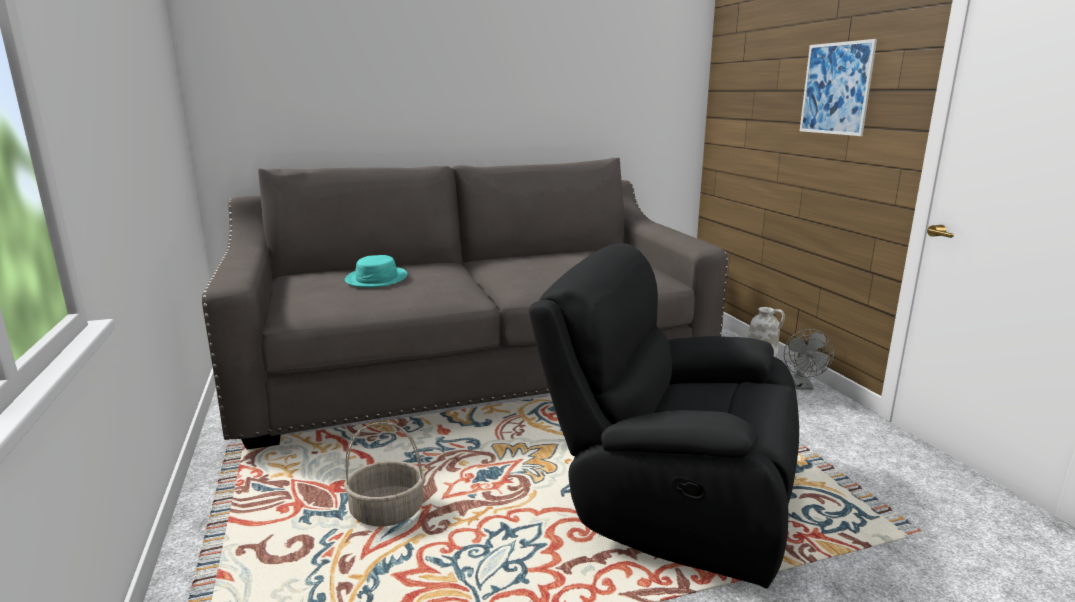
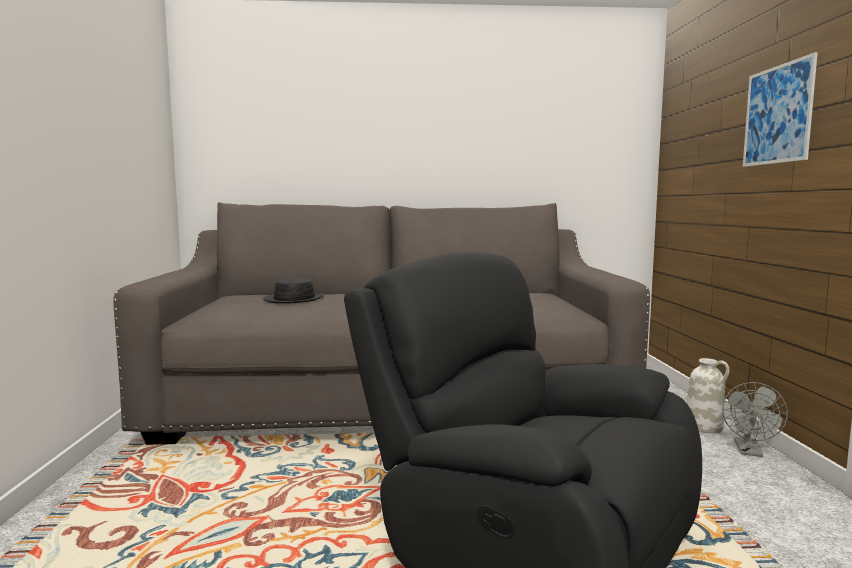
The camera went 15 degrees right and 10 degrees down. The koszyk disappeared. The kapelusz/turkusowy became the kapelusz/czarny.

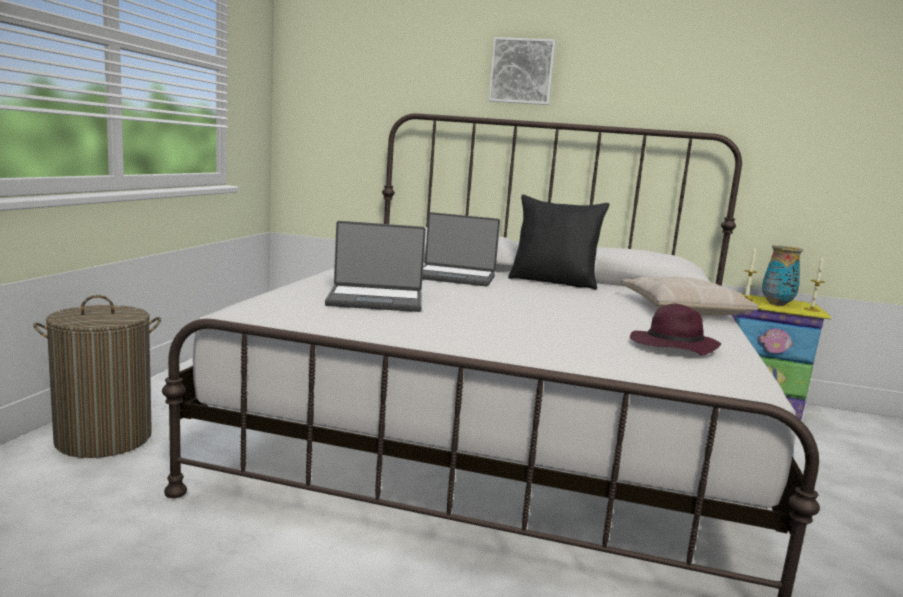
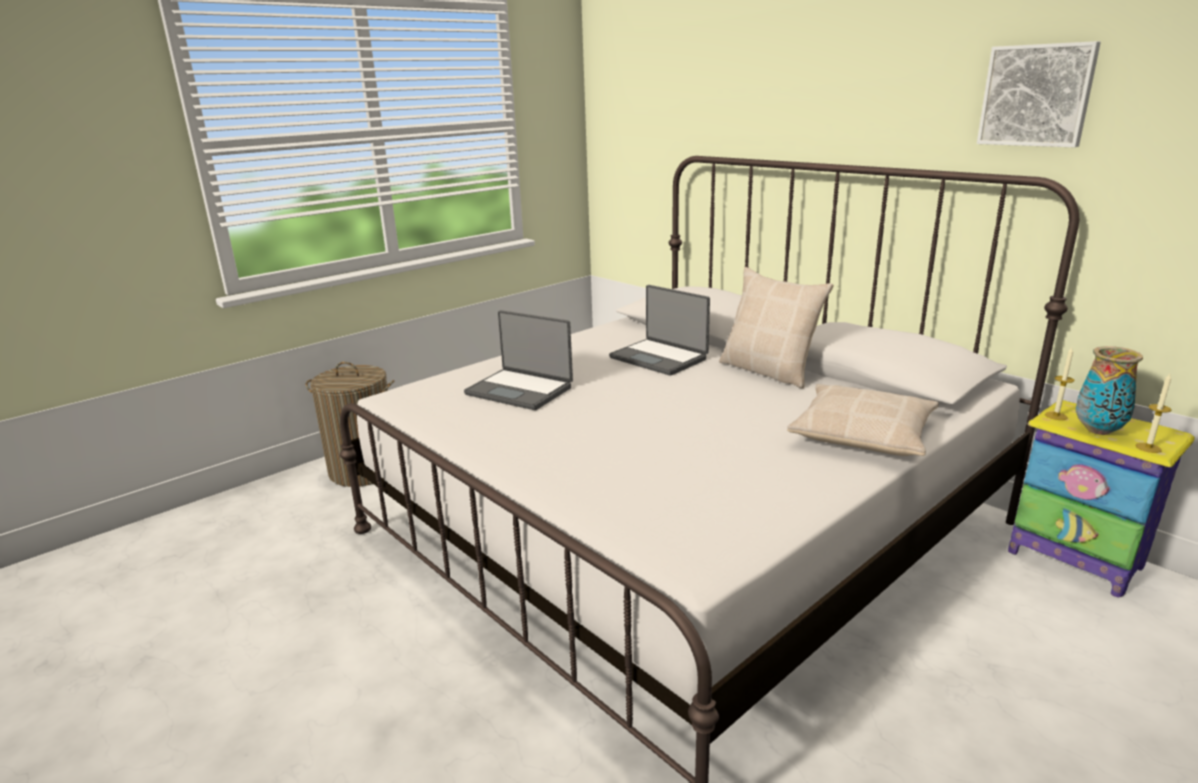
The camera went 35 degrees right and 10 degrees up. The obraz moved. The poduszka/czarny became the poduszka/beżowy (1st from left). The kapelusz/fioletowy disappeared.

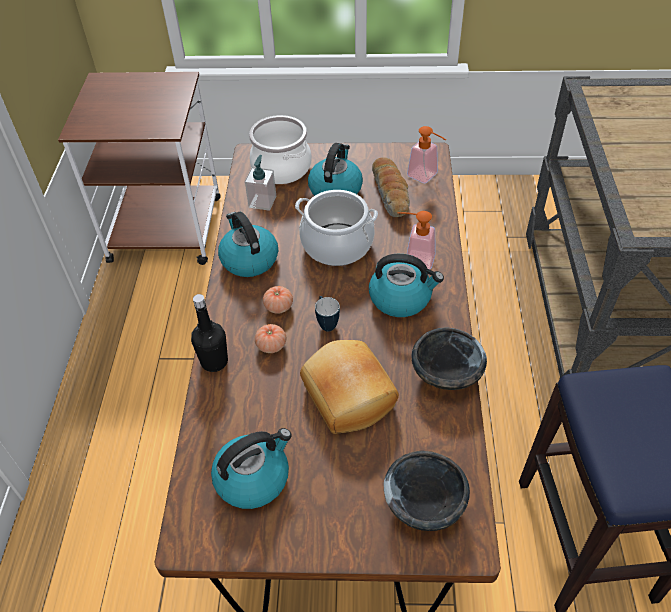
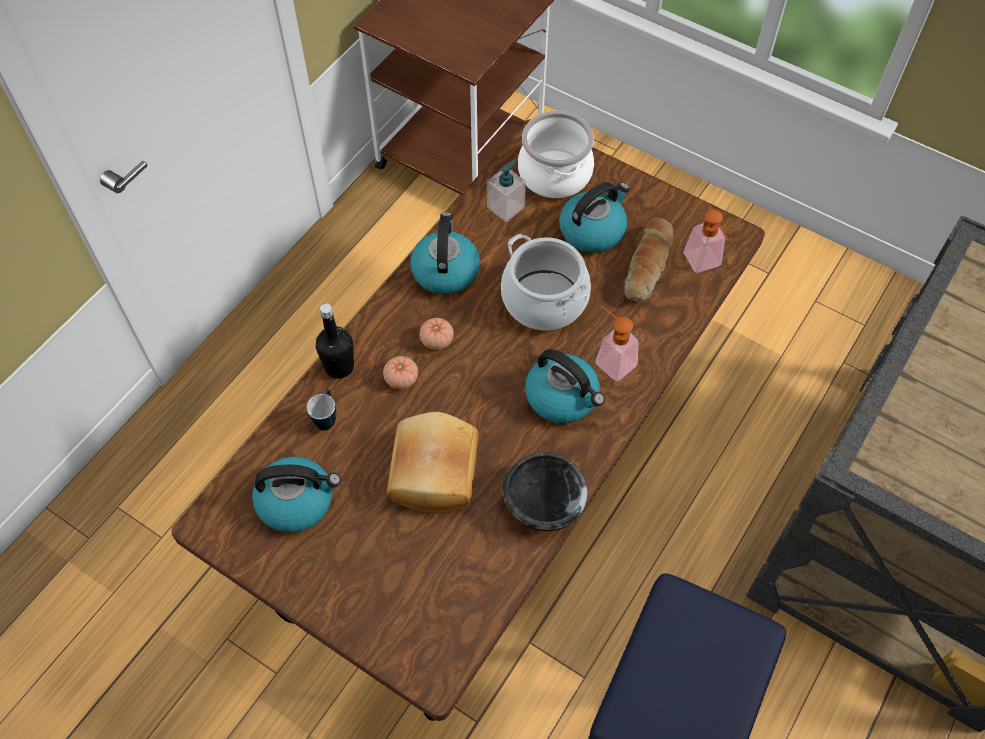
The camera went 30 degrees right and 10 degrees up. The kubek moved. The miska/czarny (1st from left) disappeared.

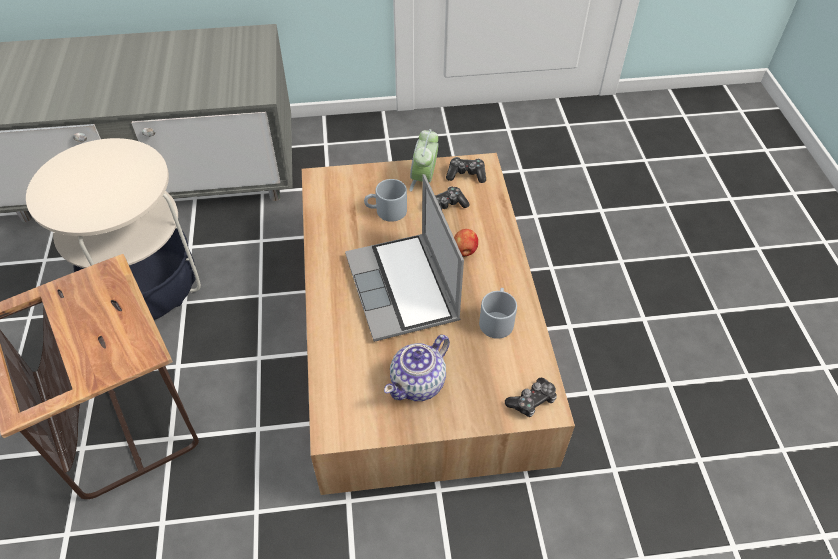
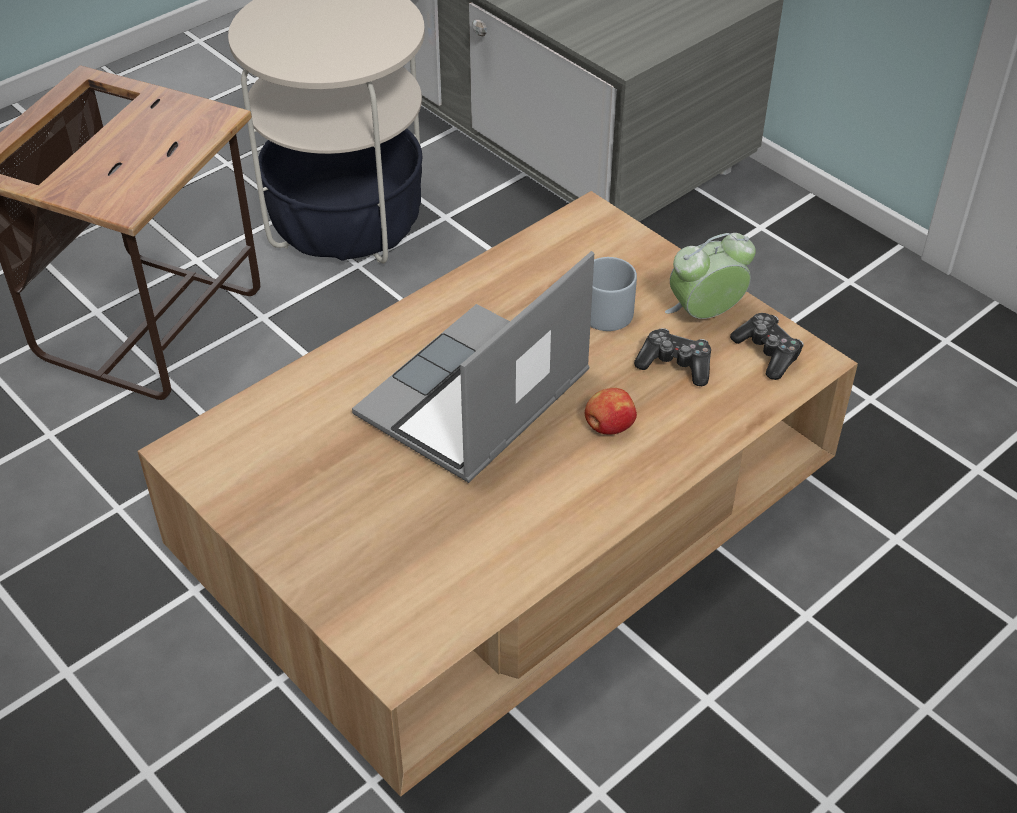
The camera went 55 degrees right and 5 degrees down. The imbryk disappeared. The kubek/szary (2nd from left) disappeared. The pad do gier (3rd from left) disappeared.

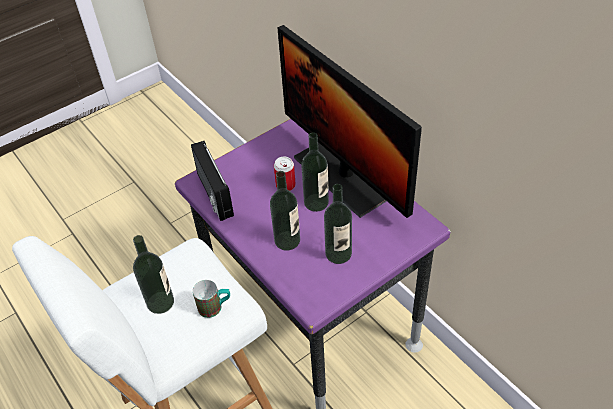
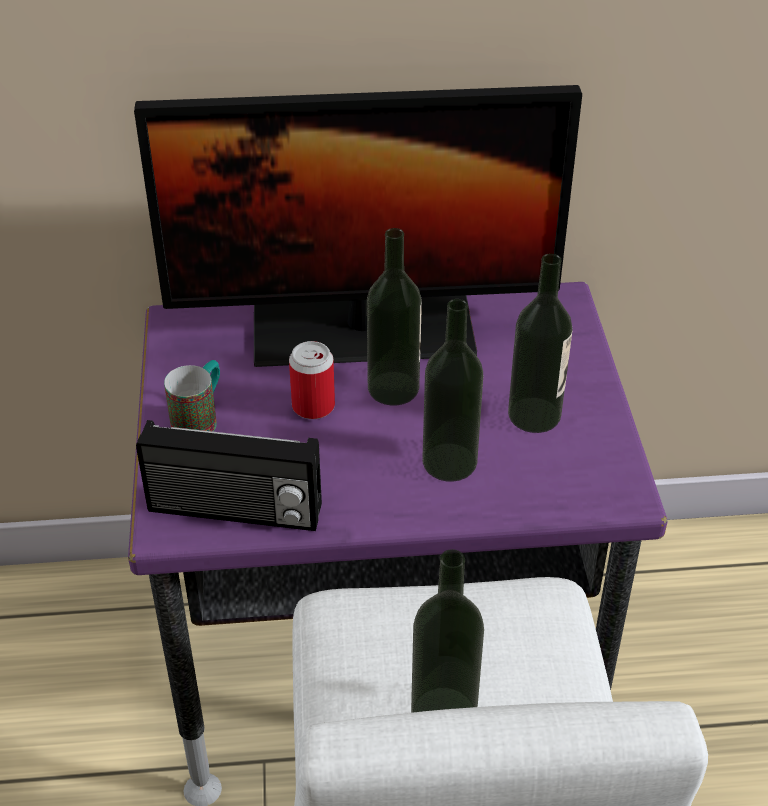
The camera went 60 degrees left and 5 degrees down. The kubek moved.

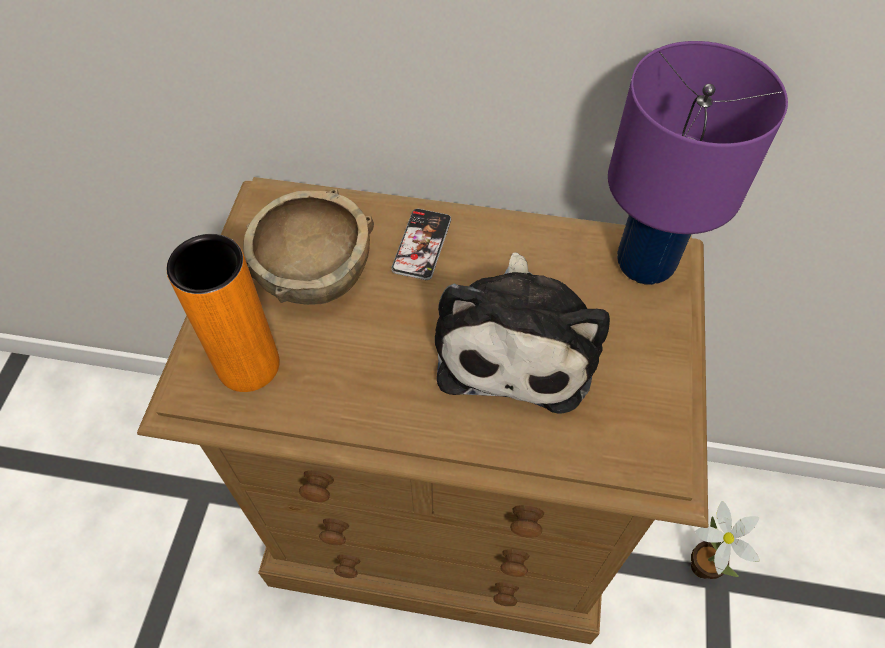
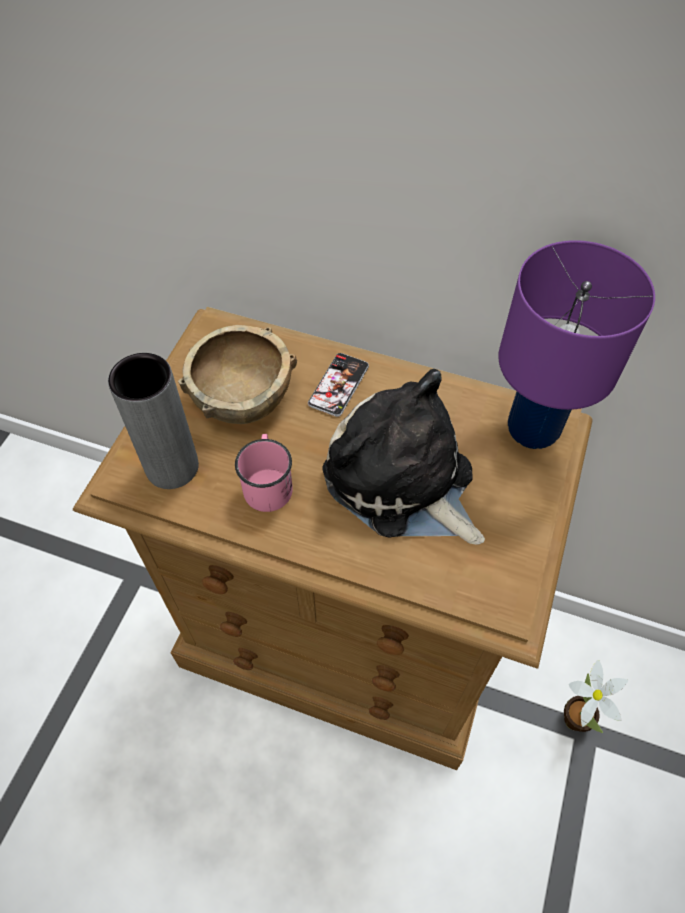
The camera went 10 degrees right and 0 degrees up. The wazon/pomarańczowy became the wazon/szary. The pluszak turned 120 degrees clockwise. The kubek/różowy appeared.

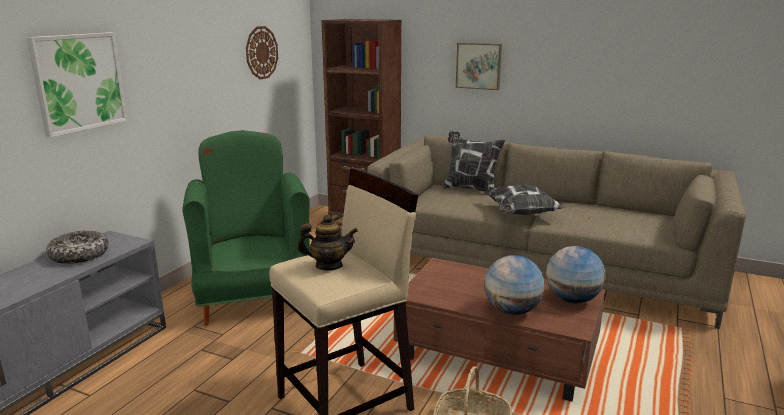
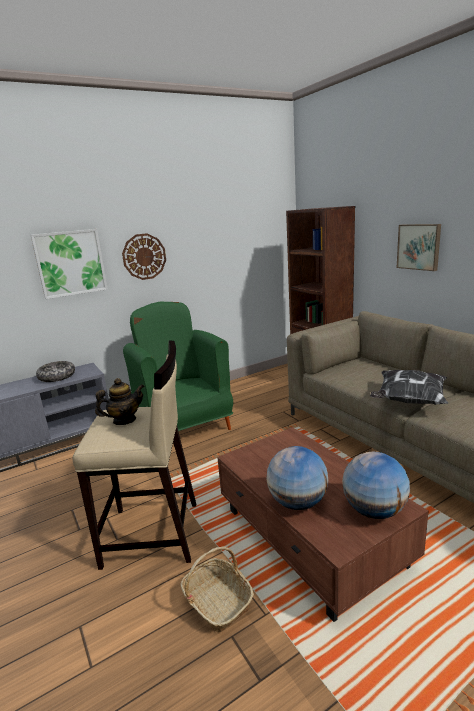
The camera went 35 degrees right and 0 degrees up. The fotel/zielony turned 45 degrees counterclockwise. The zegar ścienny moved. The imbryk turned 60 degrees counterclockwise. The poduszka (1st from left) disappeared.

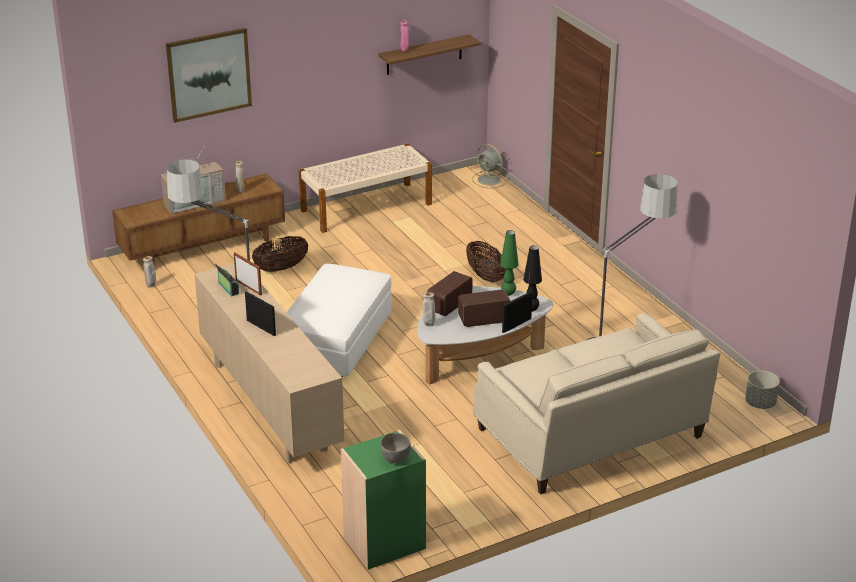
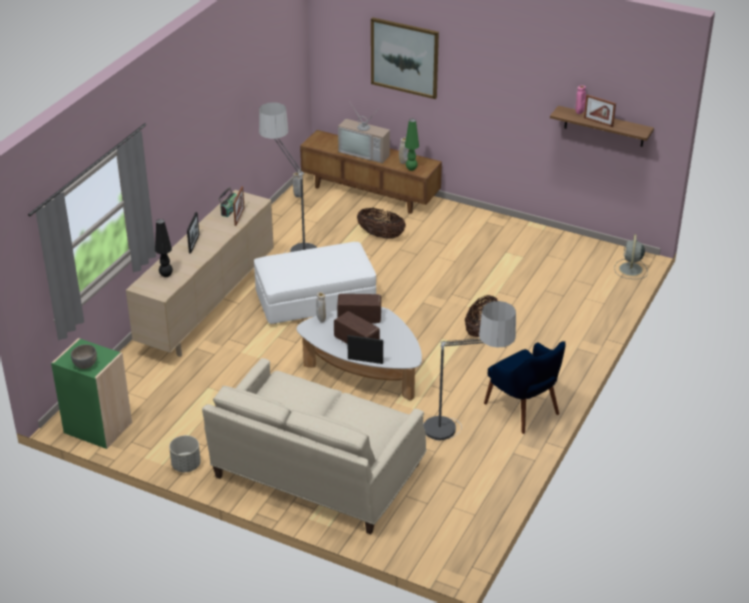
The camera went 55 degrees right and 5 degrees up. The ławka/beżowy disappeared. The lampa stołowa/zielony moved. The lampa stołowa/czarny moved. The donica/szary moved. The fotel/niebieski appeared. The ramka na zdjęcie (4th from left) appeared.

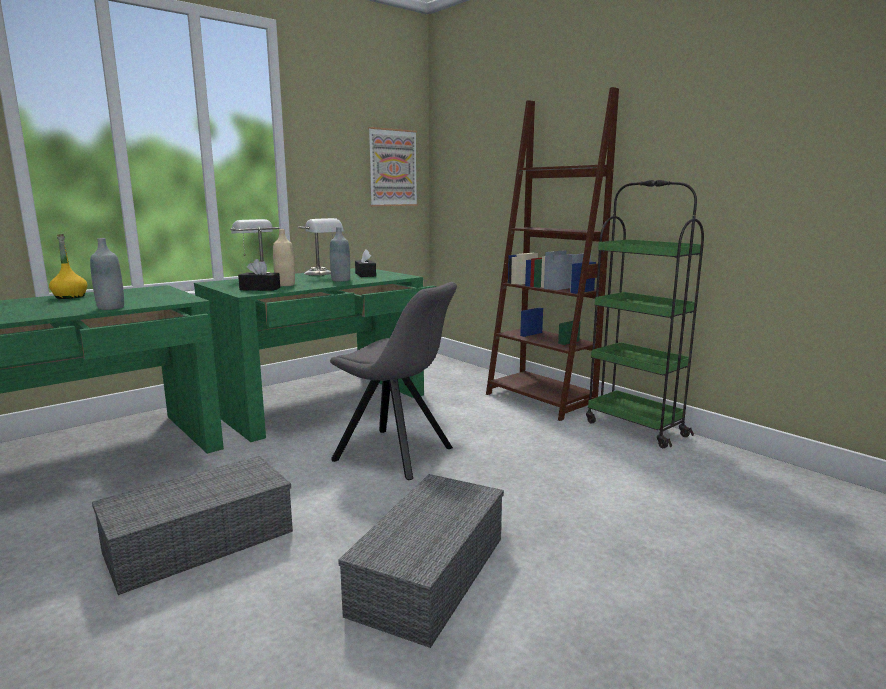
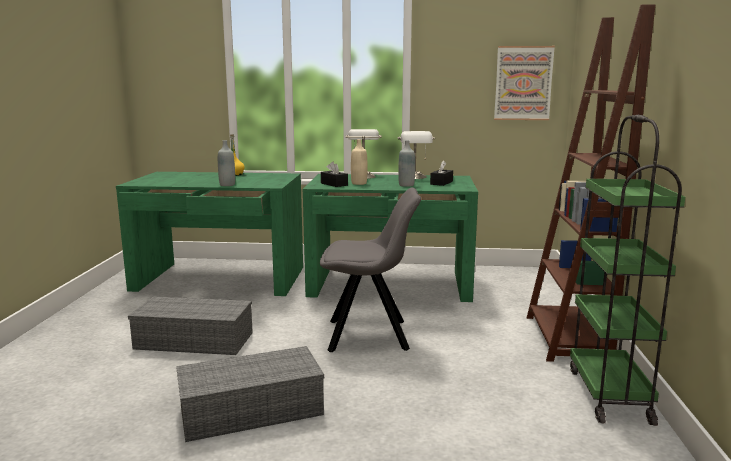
The camera went 45 degrees right and 0 degrees up. The krzesło/szary turned 75 degrees counterclockwise.

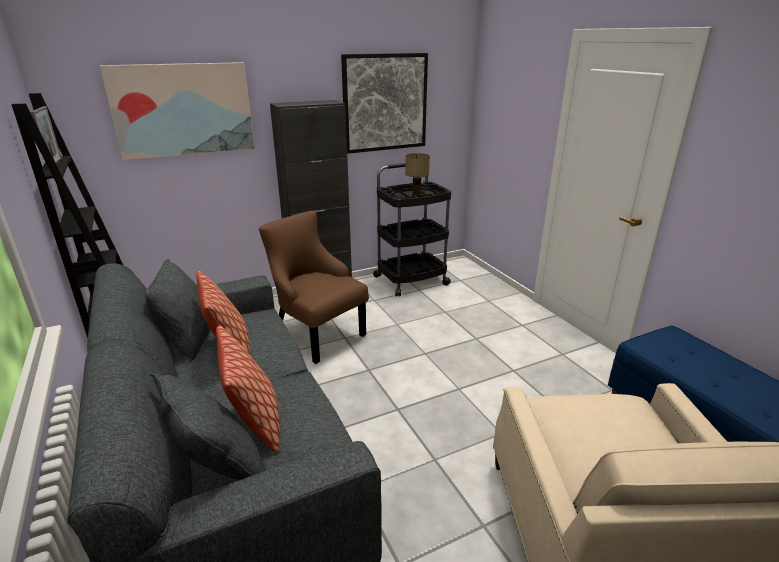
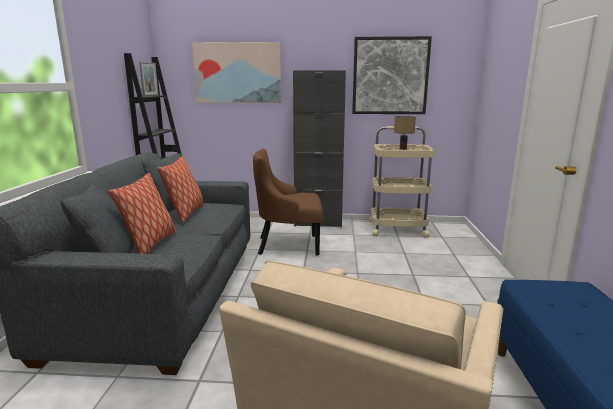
The camera went 30 degrees right and 10 degrees down. The krzesło/brązowy turned 75 degrees counterclockwise. The wózek/czarny became the wózek/beżowy.

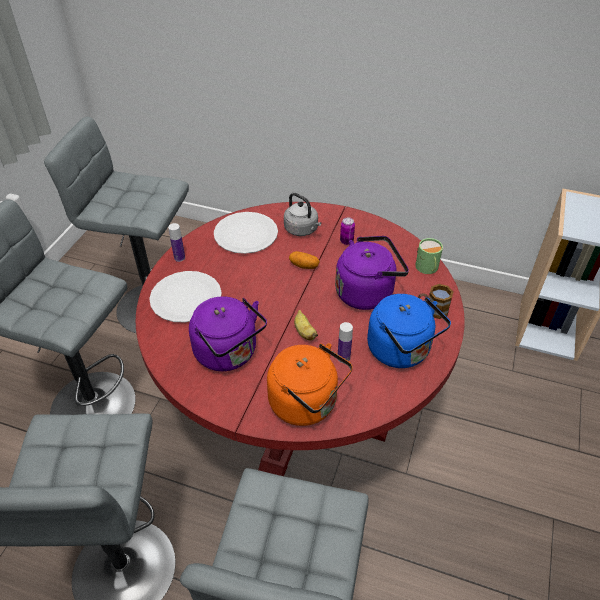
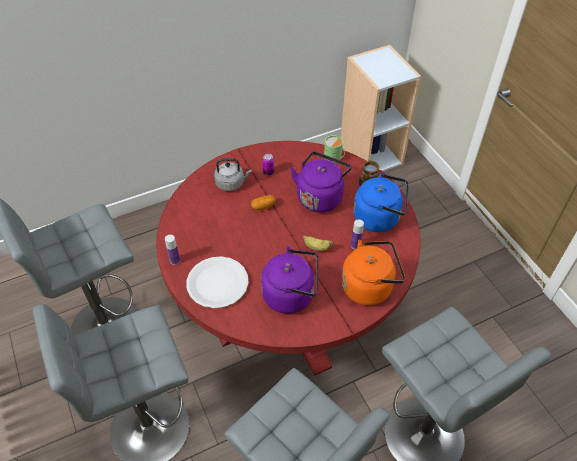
The camera went 45 degrees left and 5 degrees up. The talerz/biały (2nd from left) disappeared.

